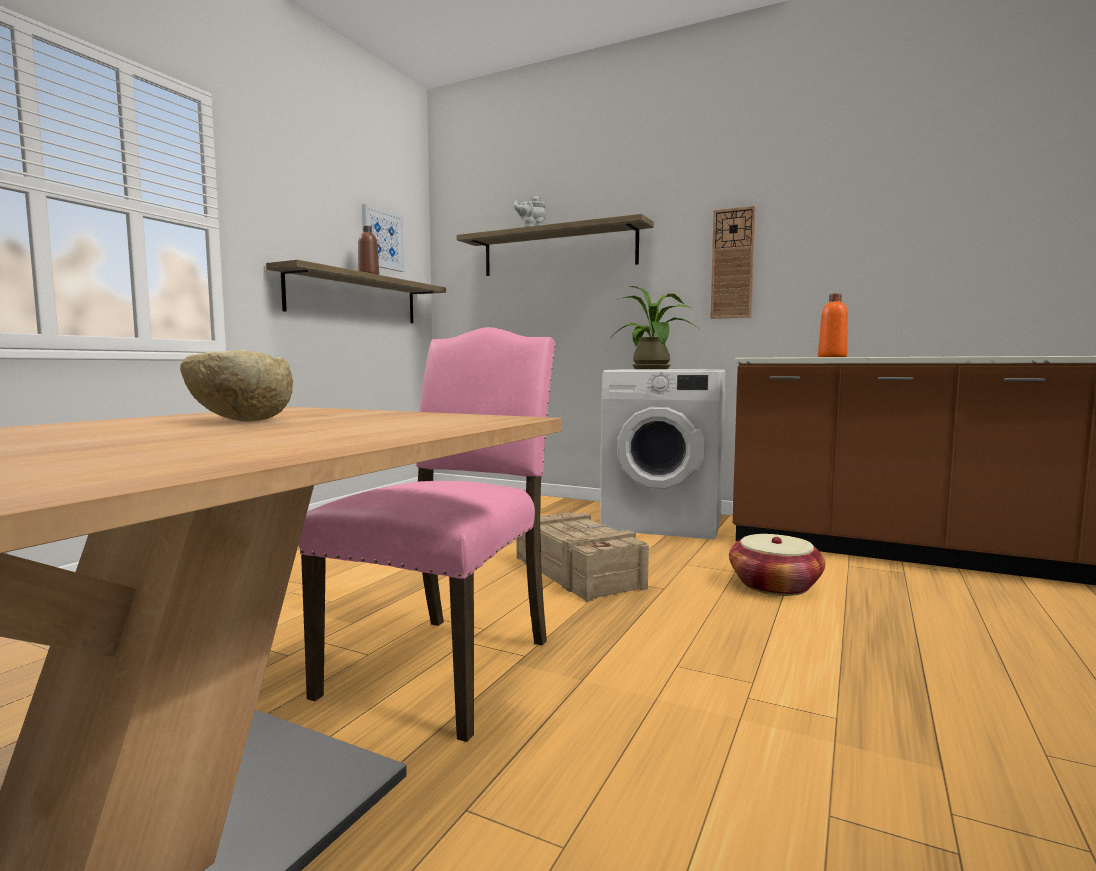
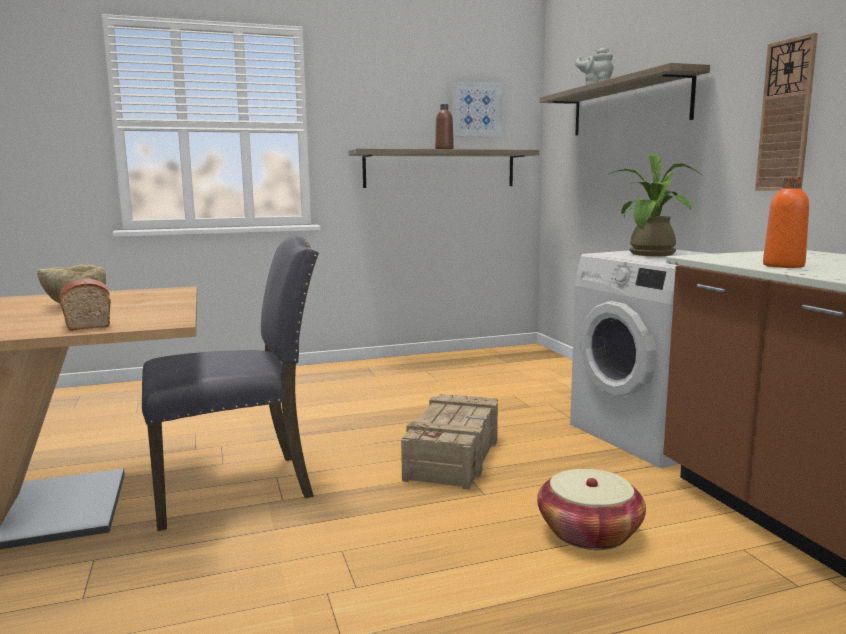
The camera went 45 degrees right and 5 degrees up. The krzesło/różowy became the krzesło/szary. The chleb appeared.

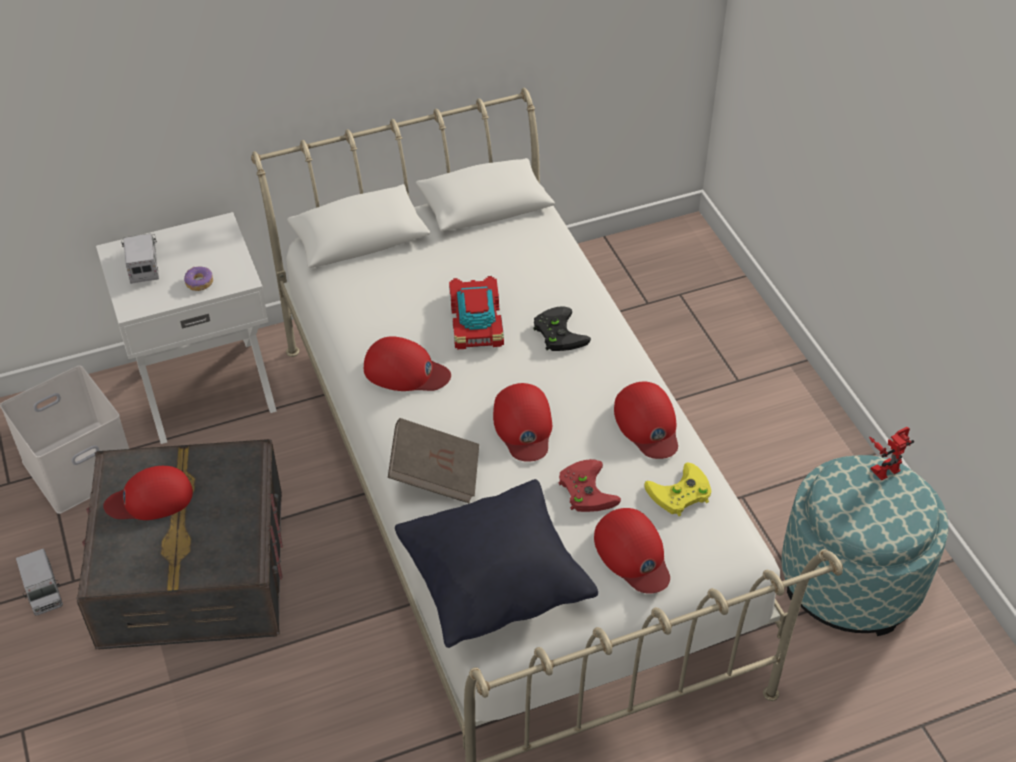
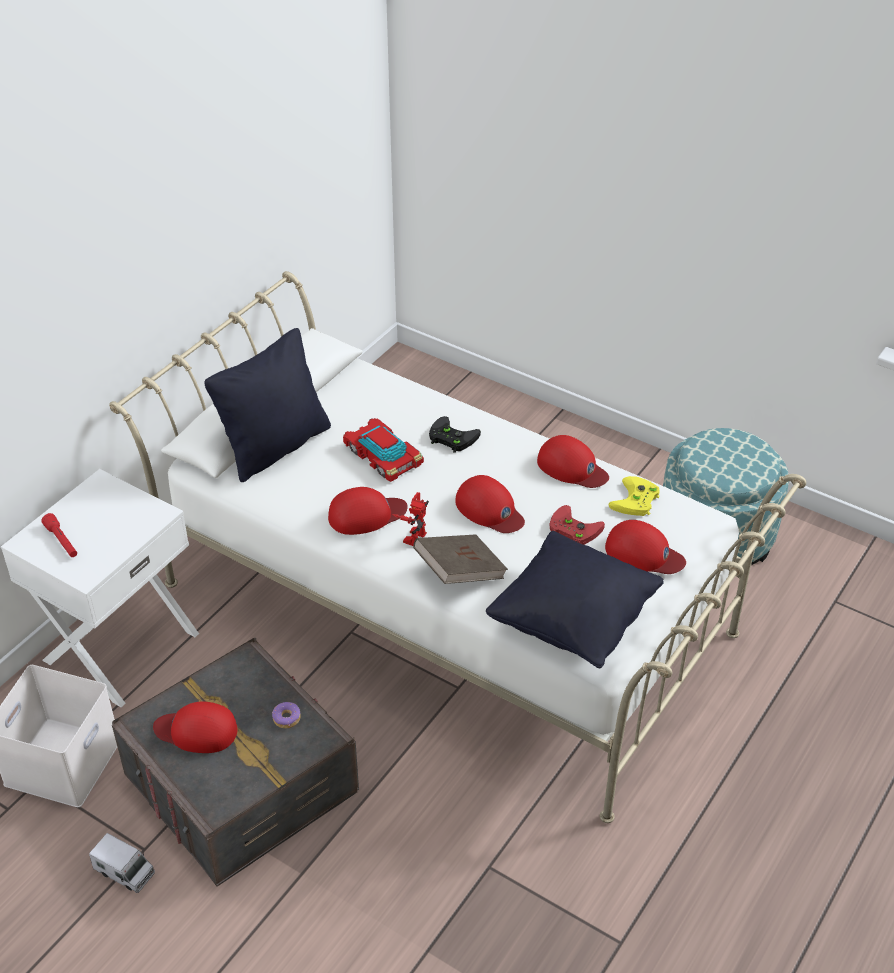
The camera went 35 degrees left and 5 degrees down. The czapka z daszkiem/czerwony (1st from left) turned 60 degrees clockwise. The ciężarówka zabawkowa (2nd from left) was replaced by the latarka/czerwony. The donut moved. The robot zabawkowy moved. The poduszka/czarny (1st from left) appeared.

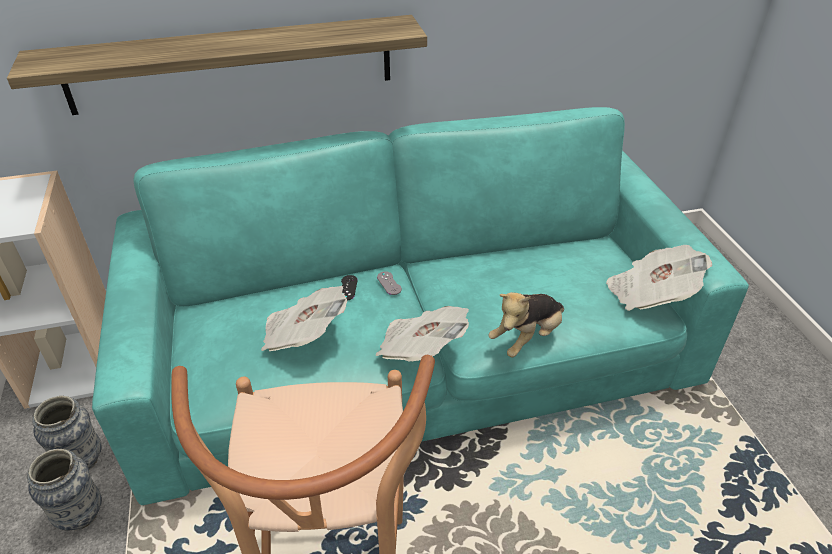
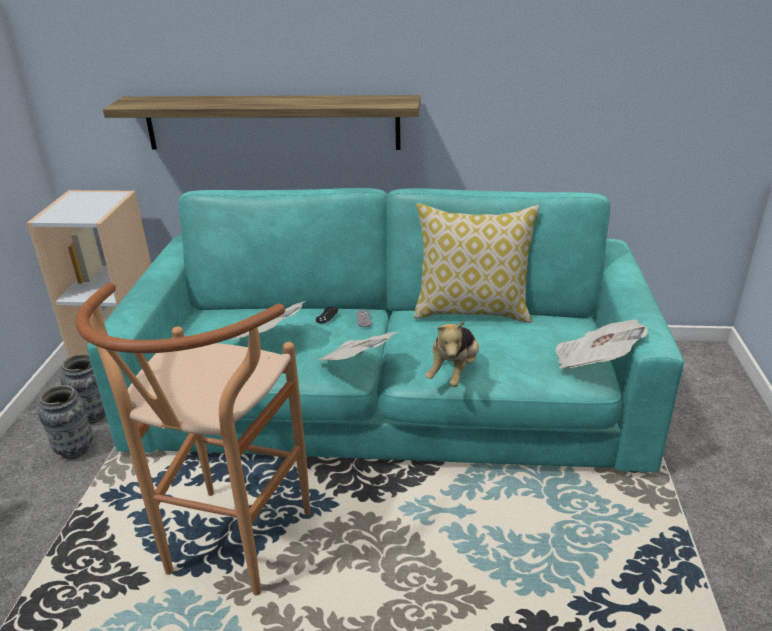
The camera went 20 degrees right and 10 degrees down. The pluszak turned 45 degrees counterclockwise. The poduszka appeared.

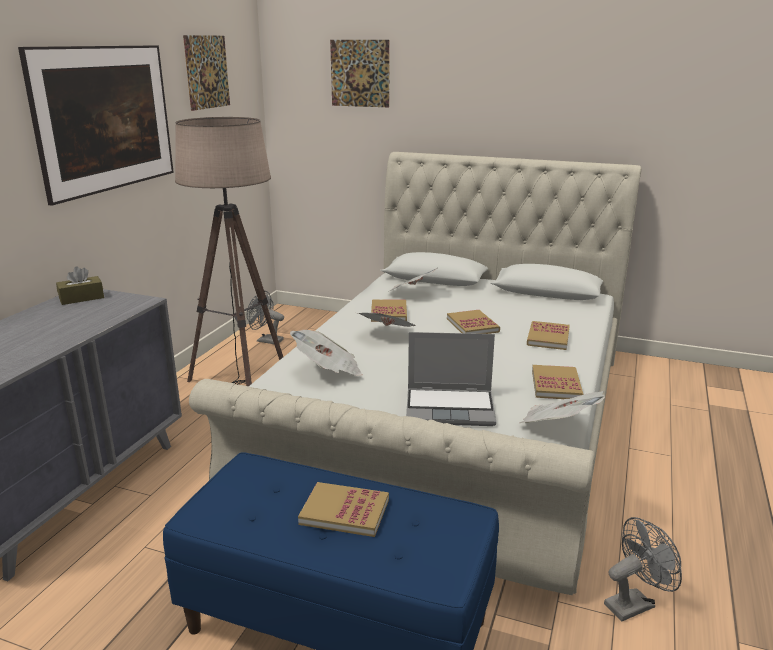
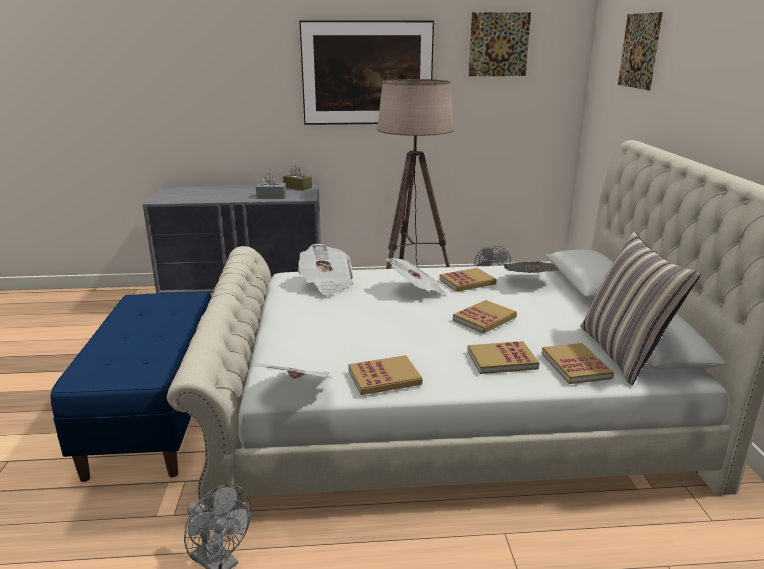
The camera went 65 degrees right and 0 degrees up. The książka (1st from left in the first image) moved. The laptop disappeared. The pudełko chusteczek/szary appeared. The poduszka appeared.

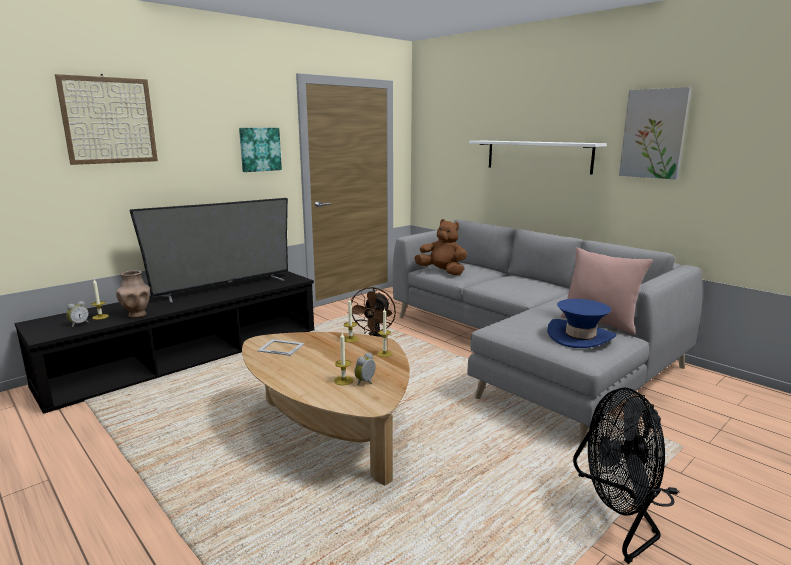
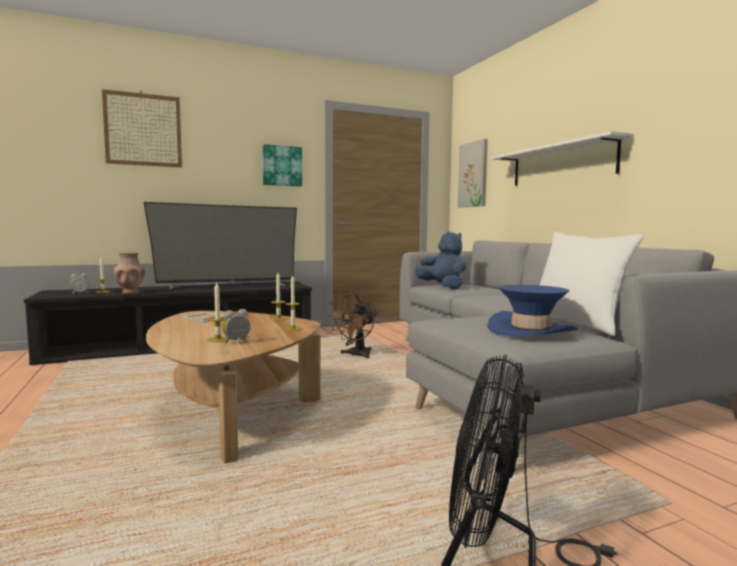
The camera went 20 degrees right and 10 degrees down. The pluszak/brązowy became the pluszak/niebieski. The poduszka/różowy became the poduszka/biały. The obraz (3rd from left) moved.

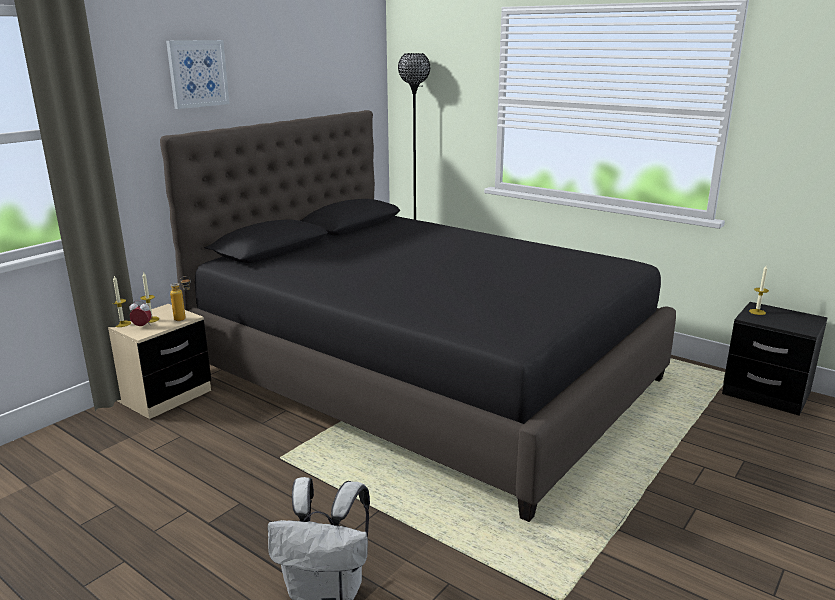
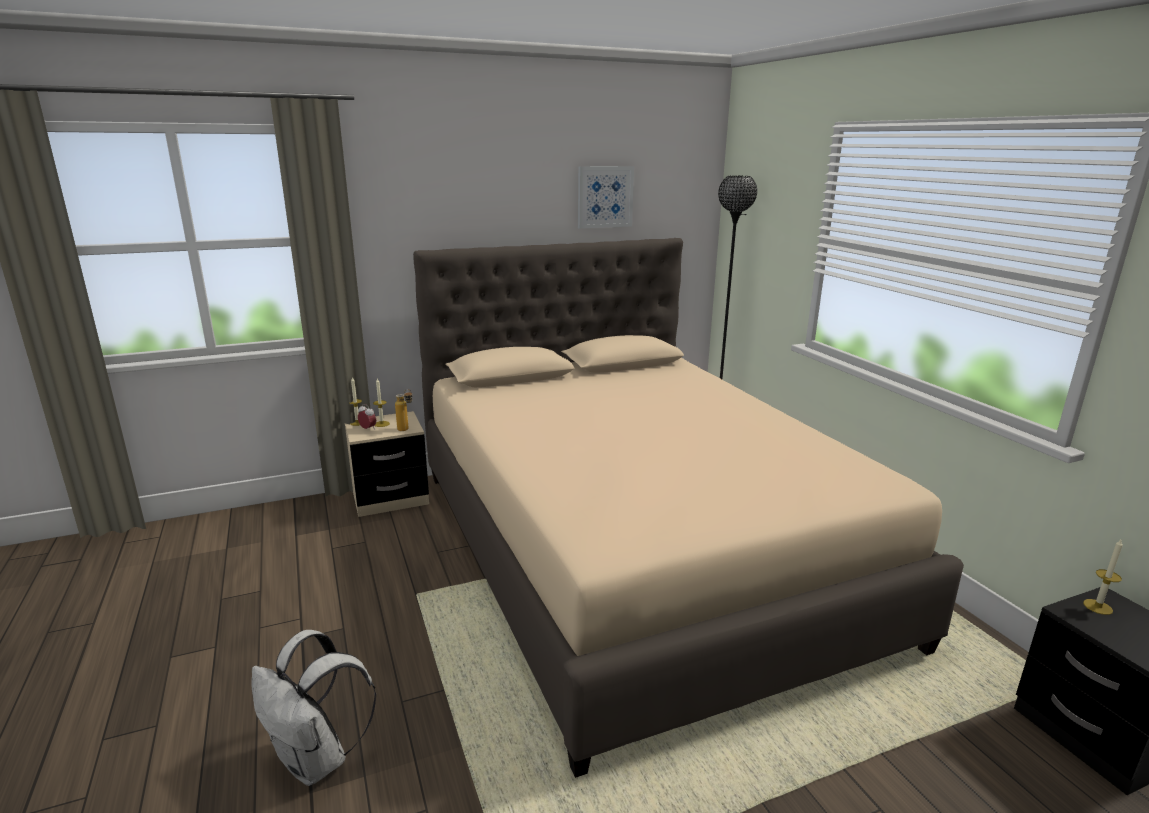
The camera went 30 degrees right and 0 degrees up. The łóżko/czarny became the łóżko/beżowy. The obraz moved.

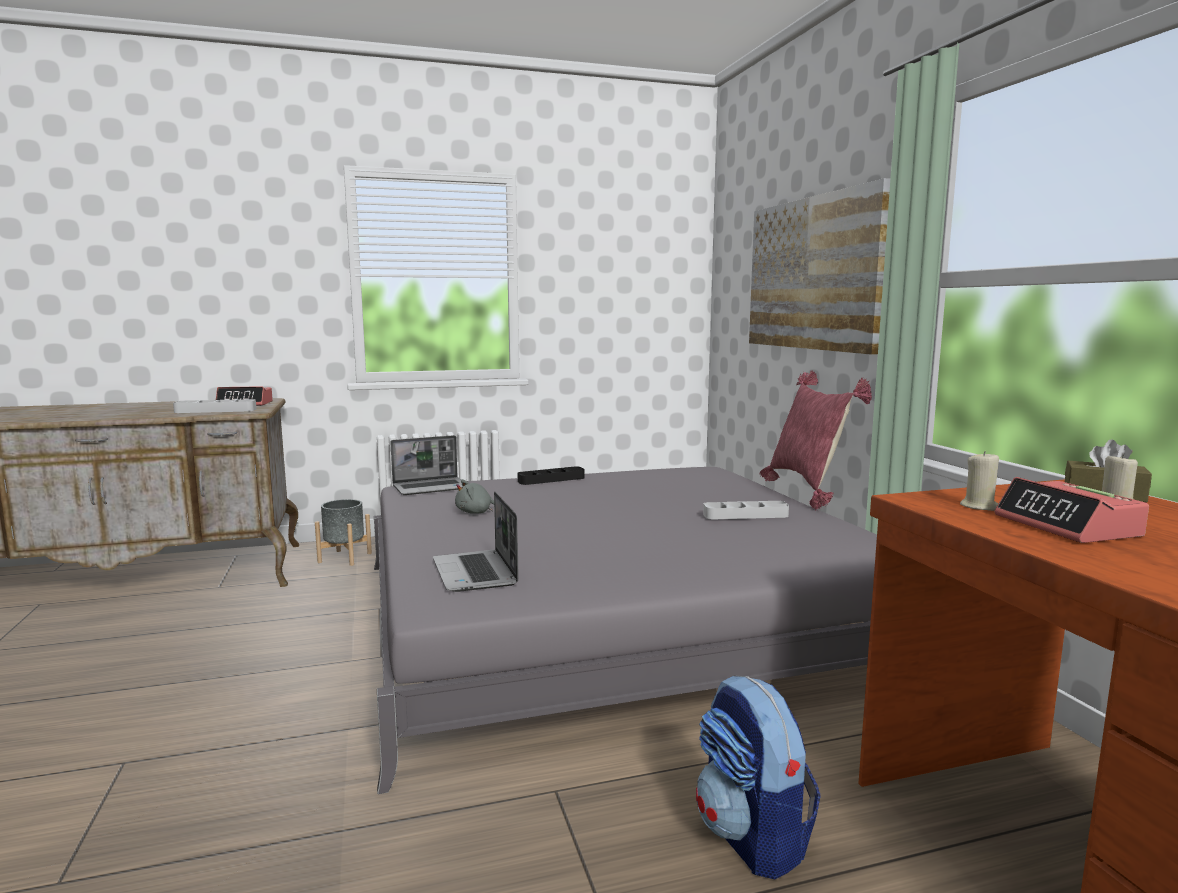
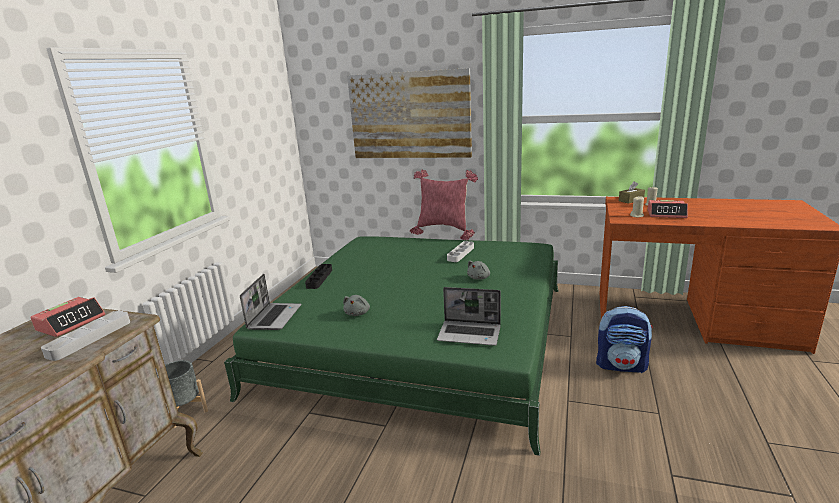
The camera went 55 degrees left and 10 degrees up. The łóżko/szary became the łóżko/zielony. The pluszak/szary (2nd from left) appeared.

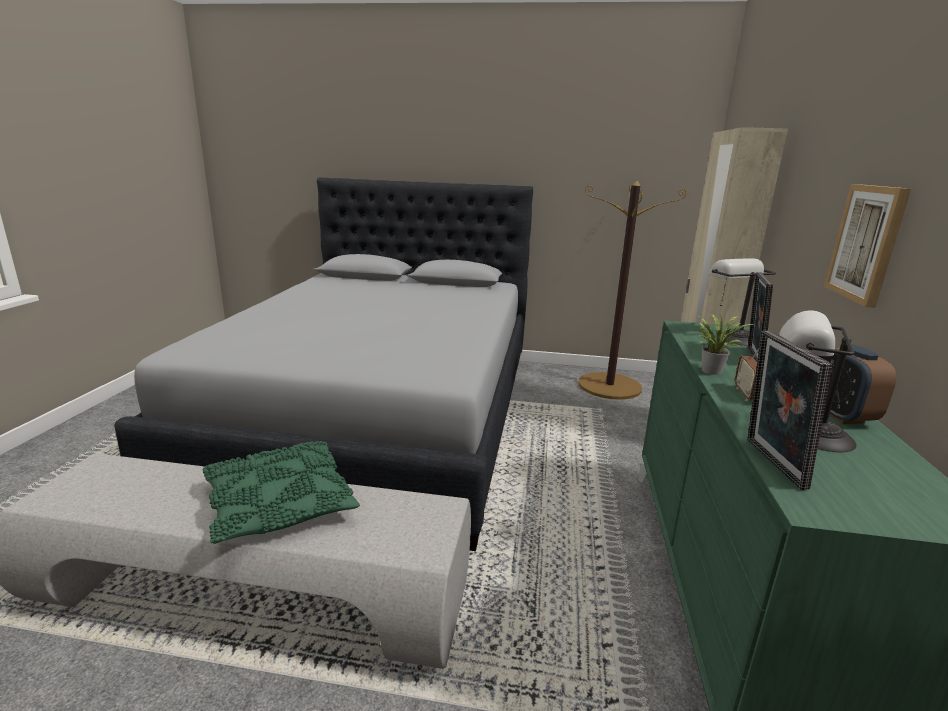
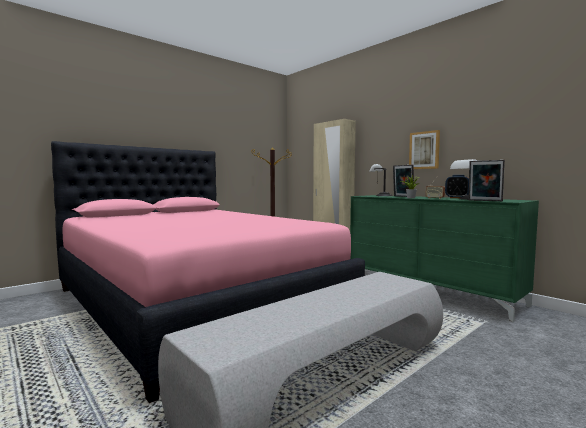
The camera went 50 degrees left and 15 degrees down. The łóżko/szary became the łóżko/różowy. The poduszka/zielony disappeared.

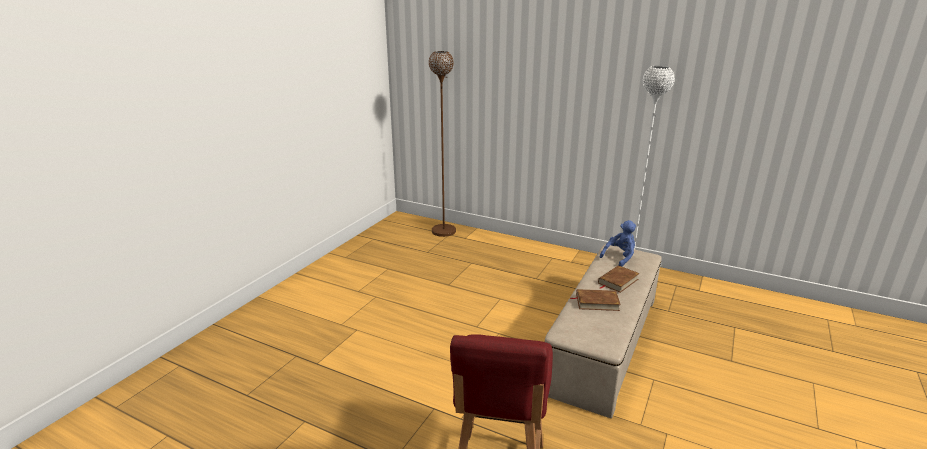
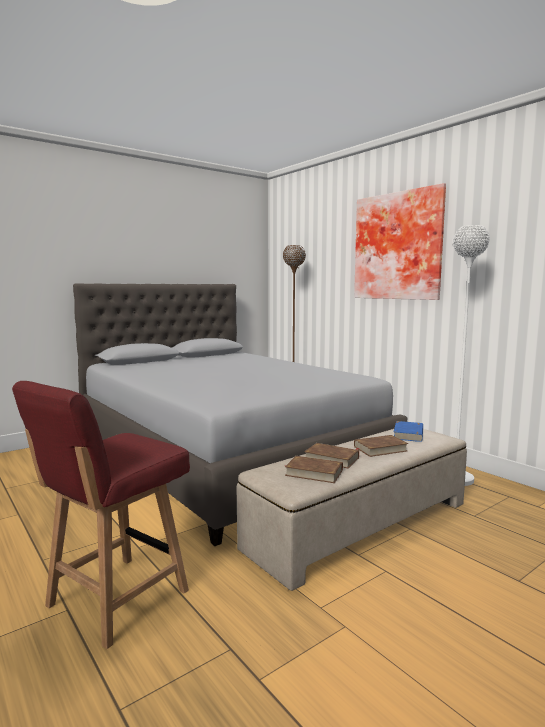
The camera went 25 degrees right and 15 degrees down. The pluszak/niebieski was replaced by the książka/niebieski. The łóżko/szary appeared. The książka/brązowy (1st from left) appeared. The obraz appeared.

